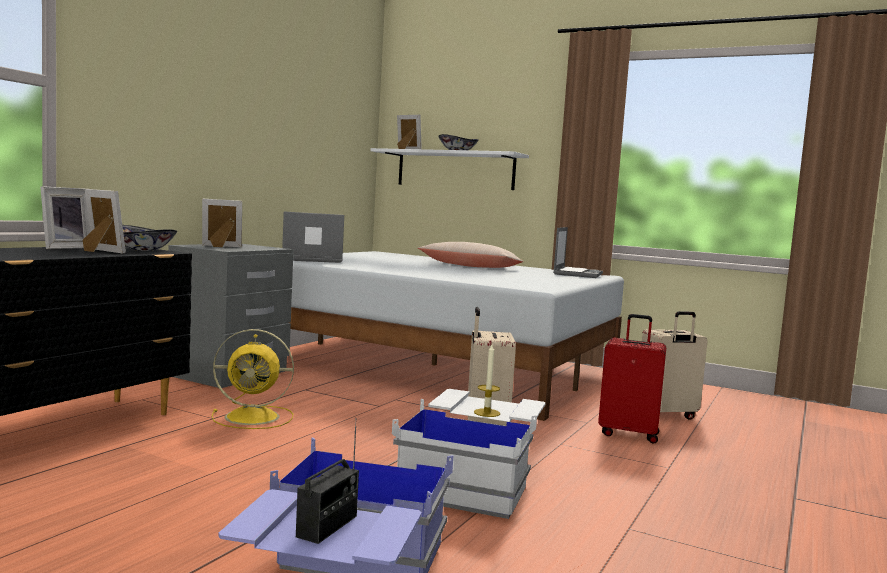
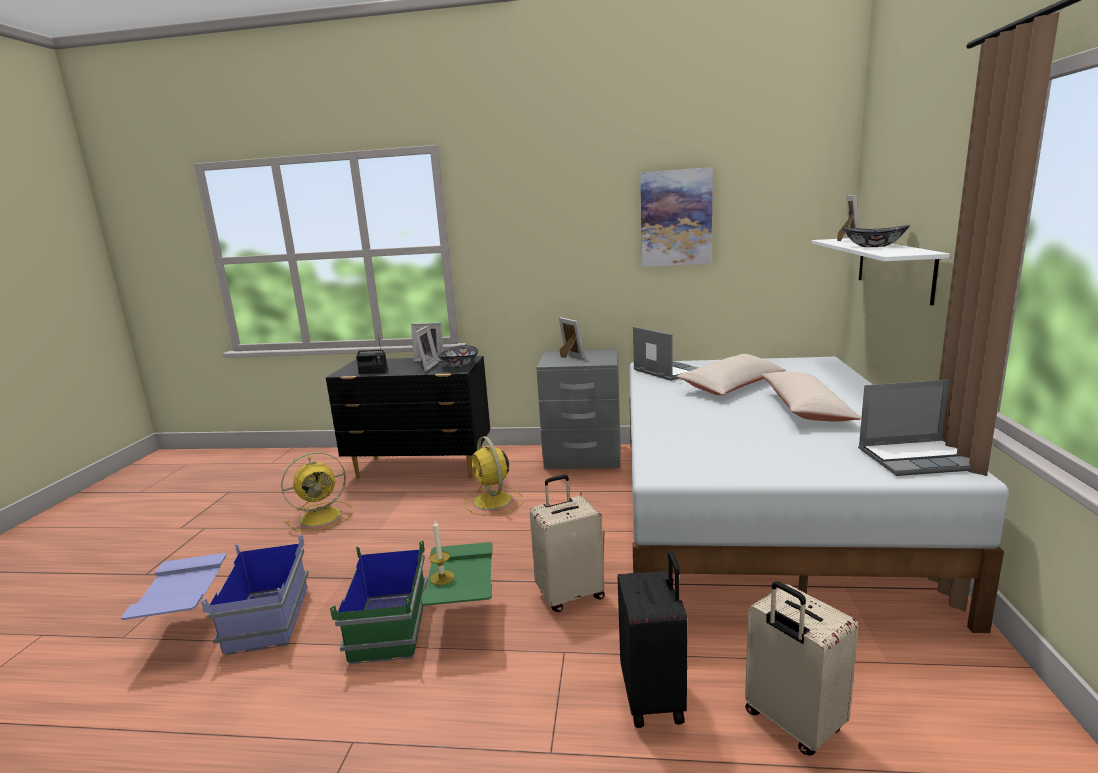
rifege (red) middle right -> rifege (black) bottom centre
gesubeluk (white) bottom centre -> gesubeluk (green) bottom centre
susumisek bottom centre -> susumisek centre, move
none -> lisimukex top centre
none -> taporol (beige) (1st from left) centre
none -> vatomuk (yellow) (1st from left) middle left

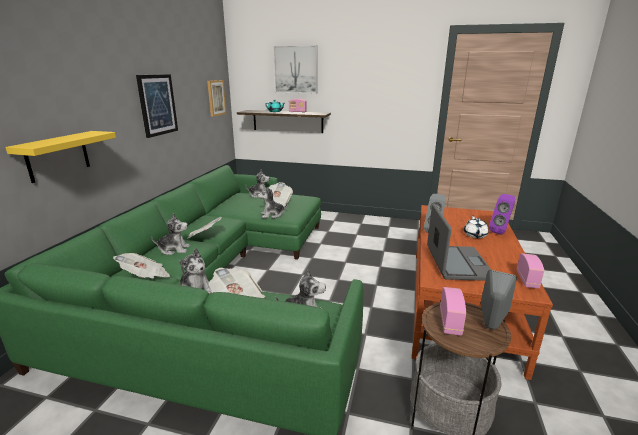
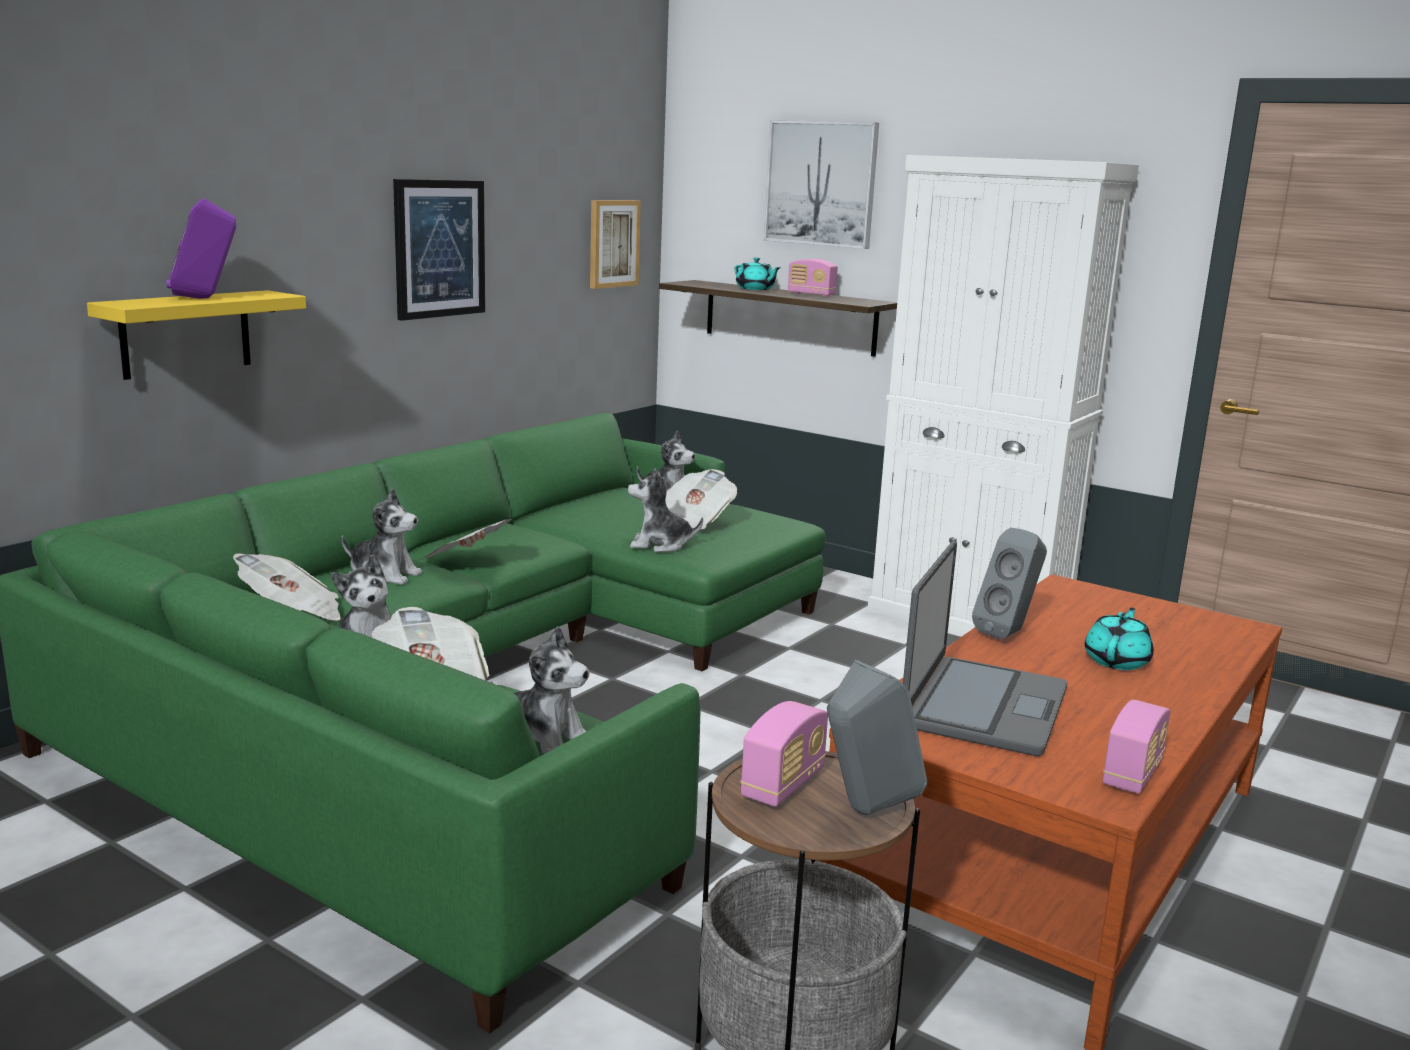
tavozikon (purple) middle right -> tavozikon (purple) top left, move
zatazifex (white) middle right -> zatazifex (turquoise) (2nd from left) middle right
none -> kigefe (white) middle right

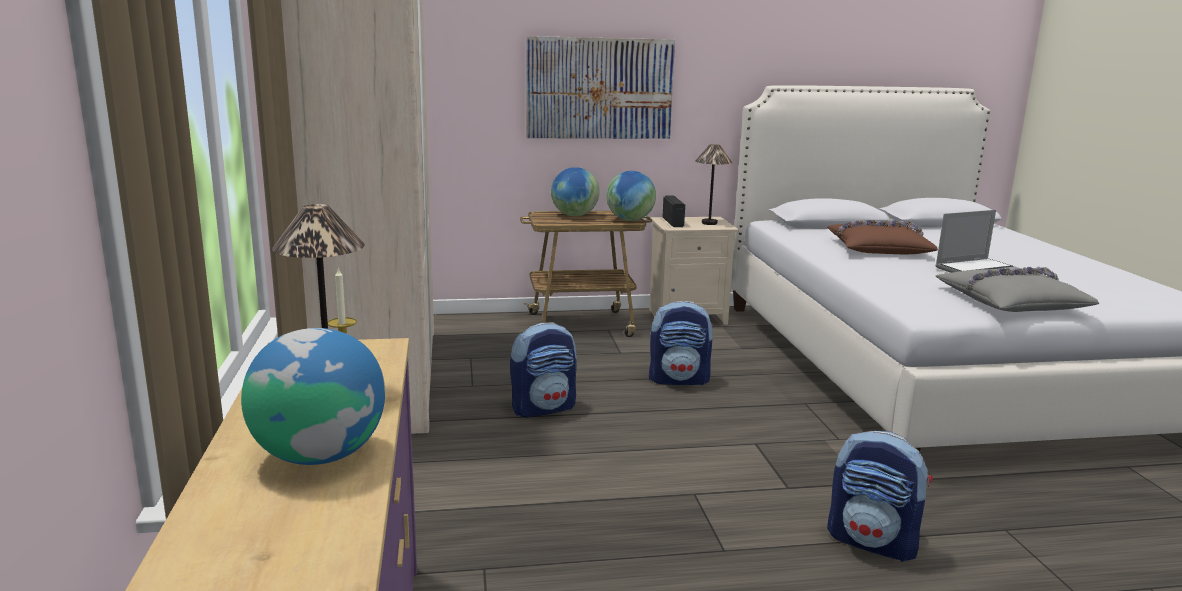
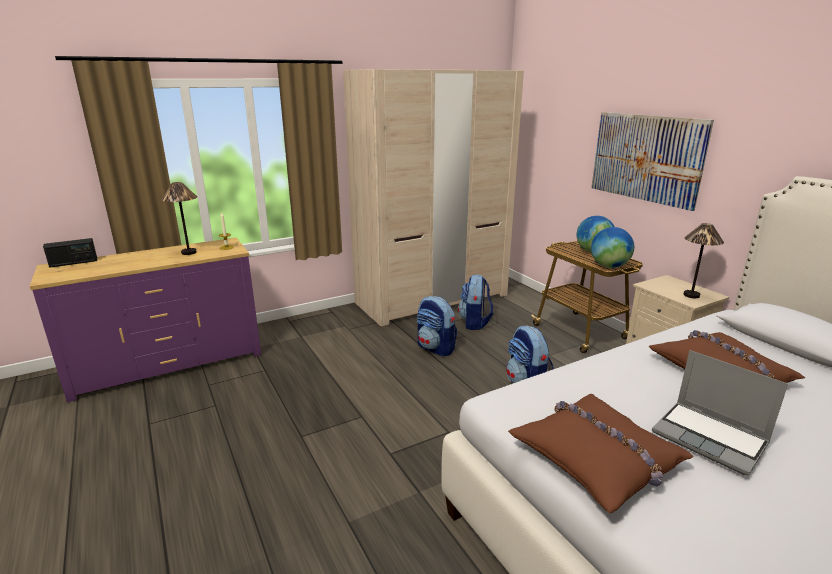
susumisek centre -> susumisek middle left, move
taporol (grey) middle right -> taporol (brown) (1st from left) bottom right
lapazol (1st from left) bottom left -> none
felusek (3rd from left in the first image) bottom right -> felusek (2nd from left) centre, move

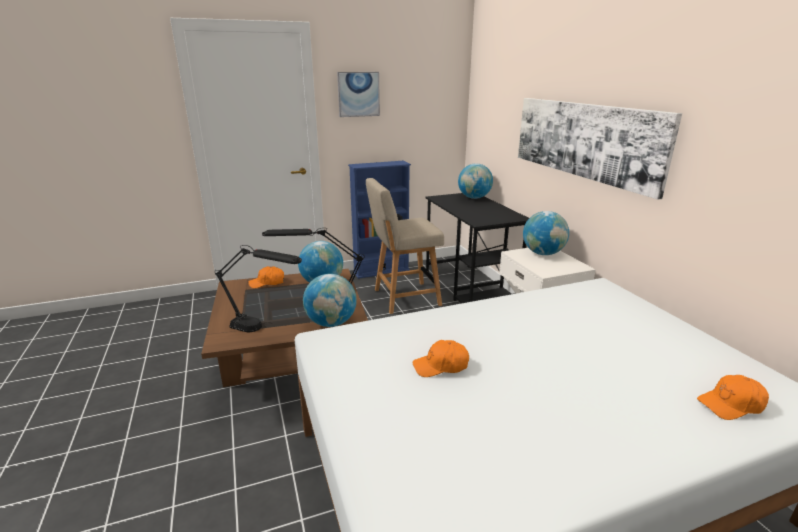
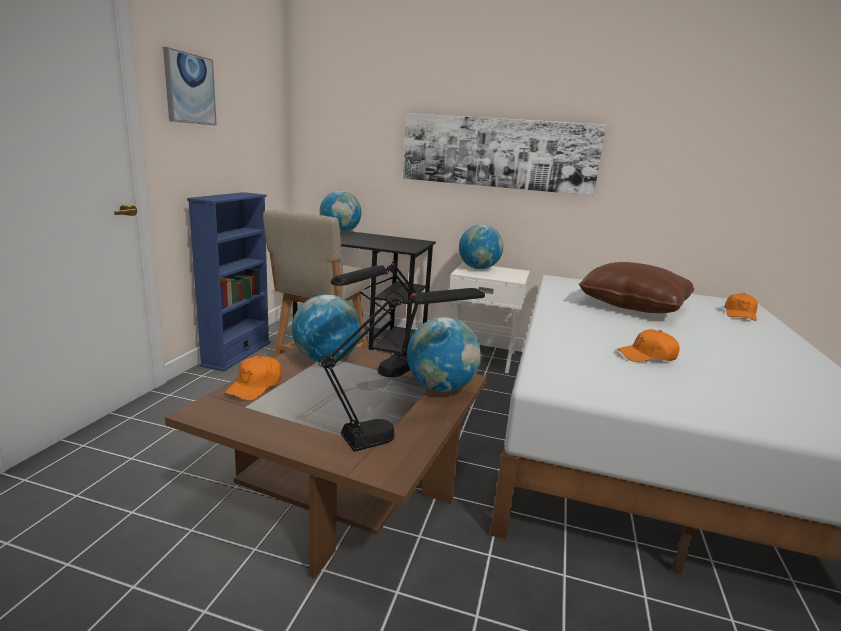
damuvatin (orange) (2nd from left) bottom centre -> damuvatin (orange) (2nd from left) middle right, 60 degrees clockwise
none -> taporol (brown) middle right

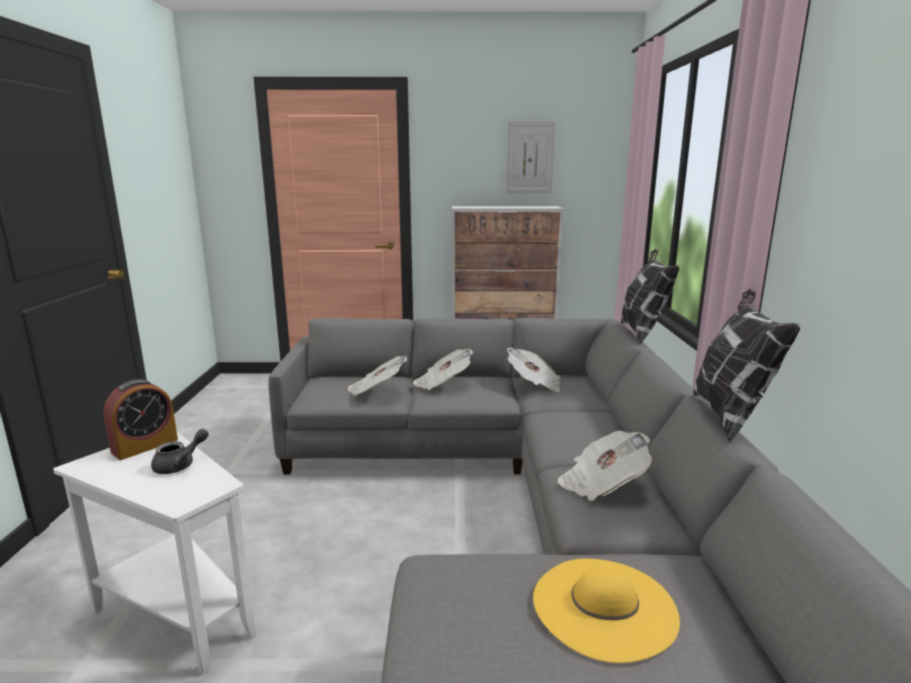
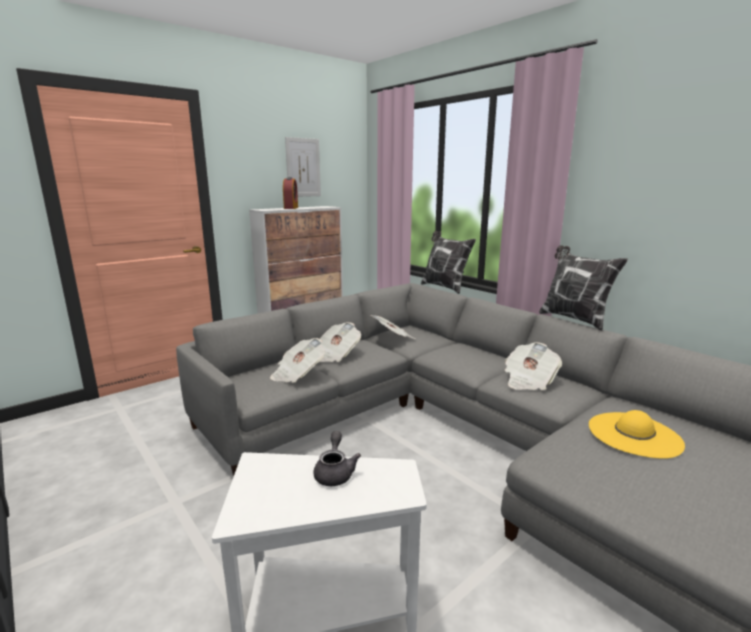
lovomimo middle left -> lovomimo top centre, move

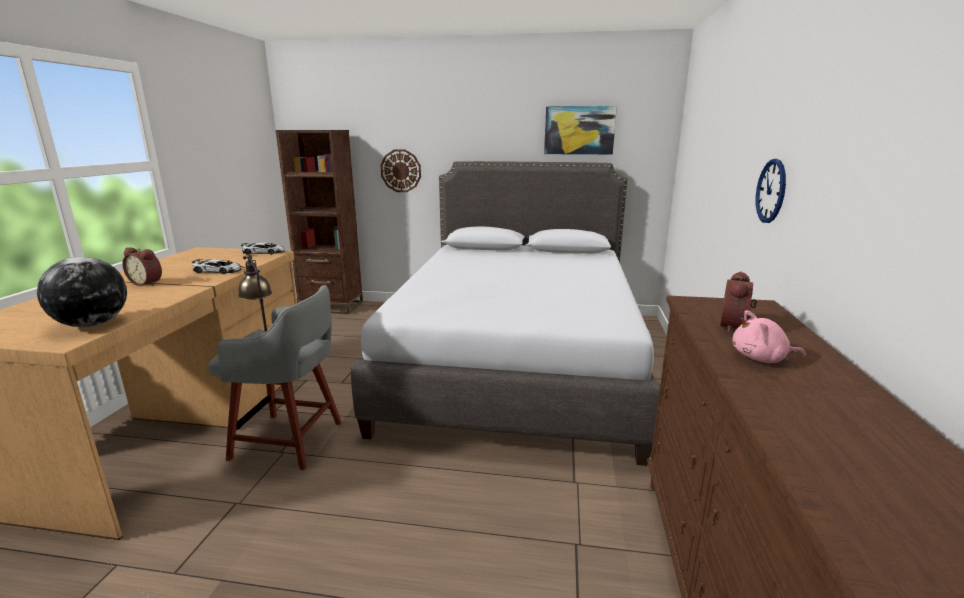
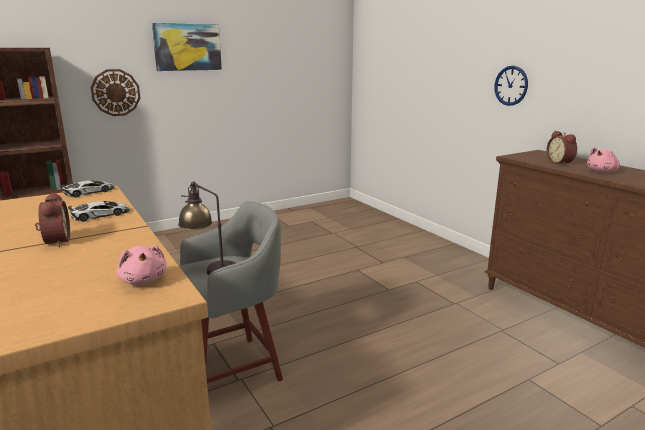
lisimukex top centre -> lisimukex top left, move
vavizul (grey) centre -> none
lovomimo (1st from left) middle left, 90 degrees counterclockwise
lapazol middle left -> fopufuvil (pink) (1st from left) middle left

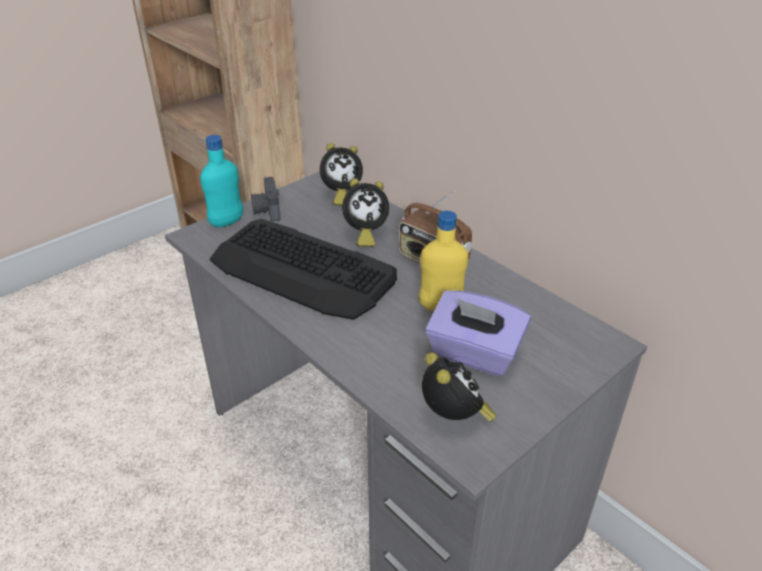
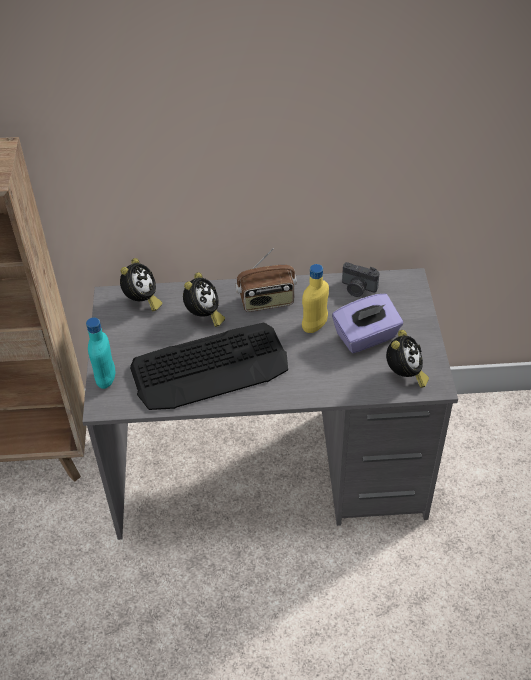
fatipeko centre -> fatipeko middle right, move
lovomimo (3rd from left) bottom centre -> lovomimo (3rd from left) middle right, 90 degrees clockwise

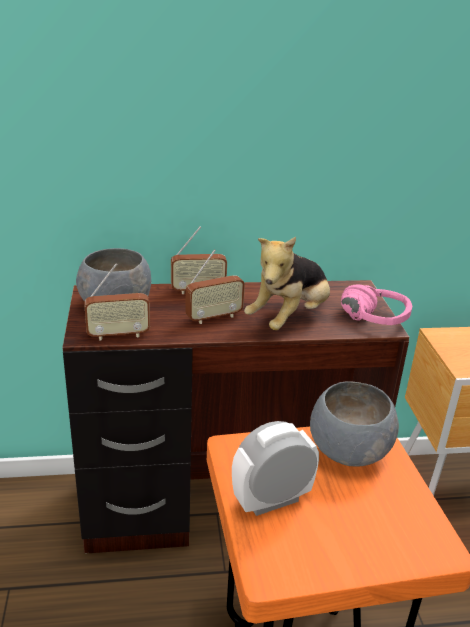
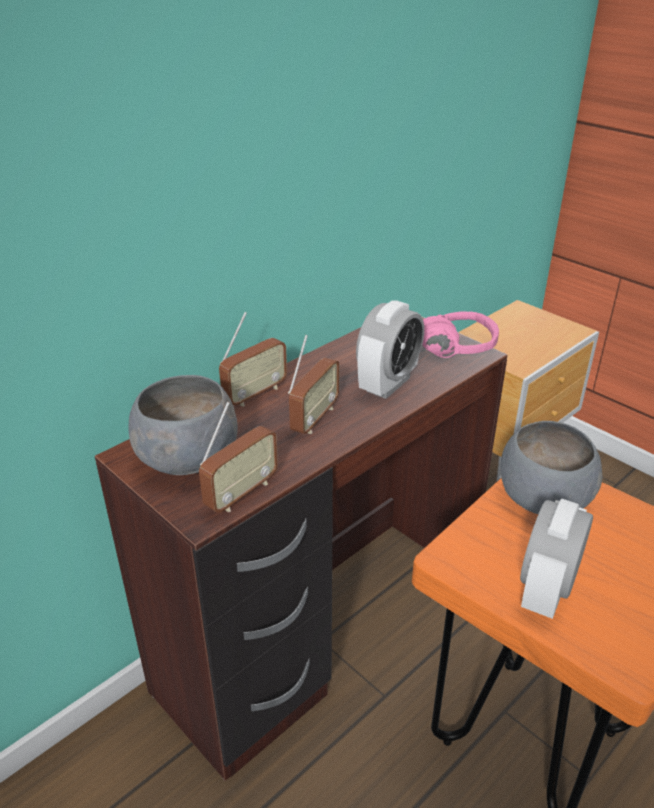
fopufuvil centre -> lovomimo (1st from left) centre

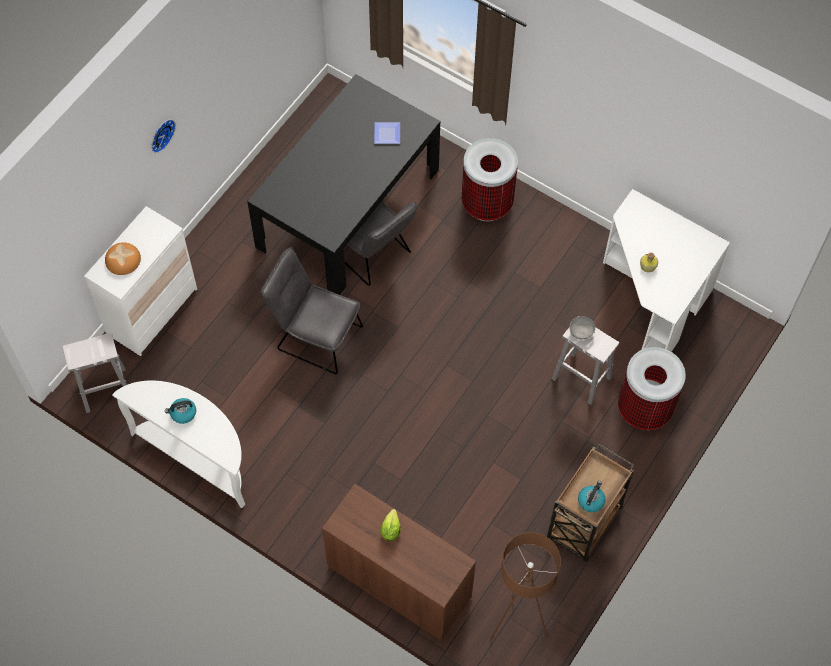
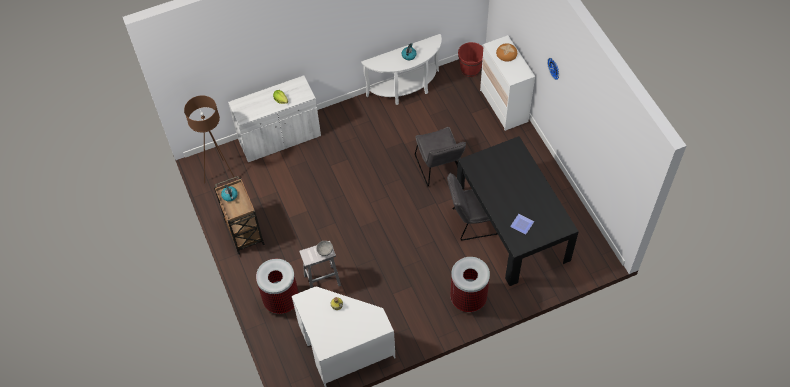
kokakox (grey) (1st from left) centre, 105 degrees clockwise
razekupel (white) (1st from left) middle left -> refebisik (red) top centre
kigefe (brown) bottom centre -> kigefe (white) top centre

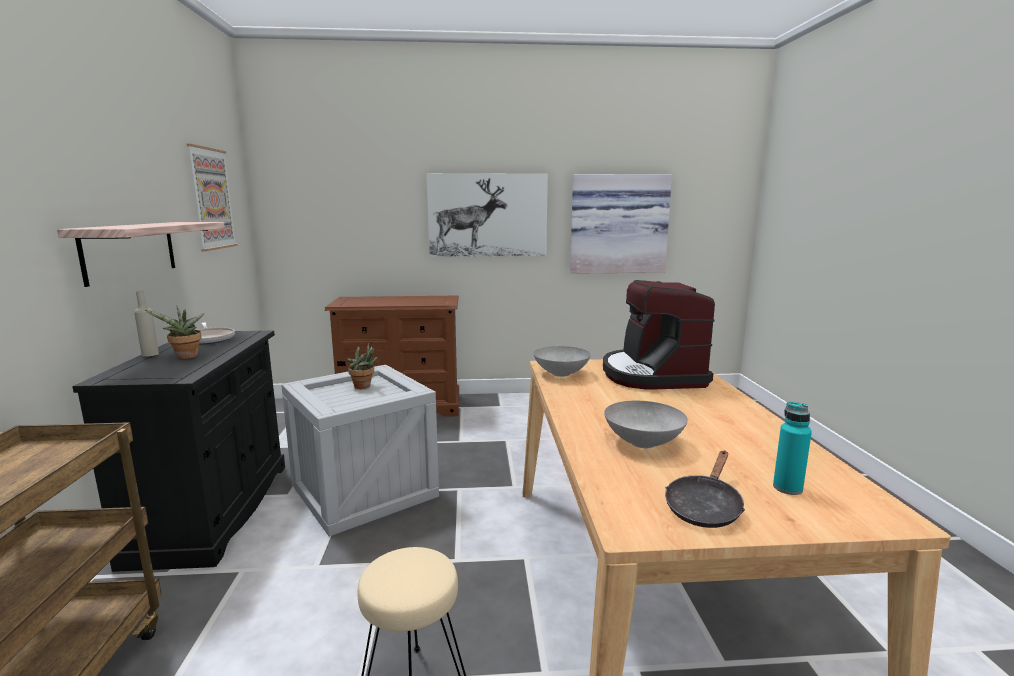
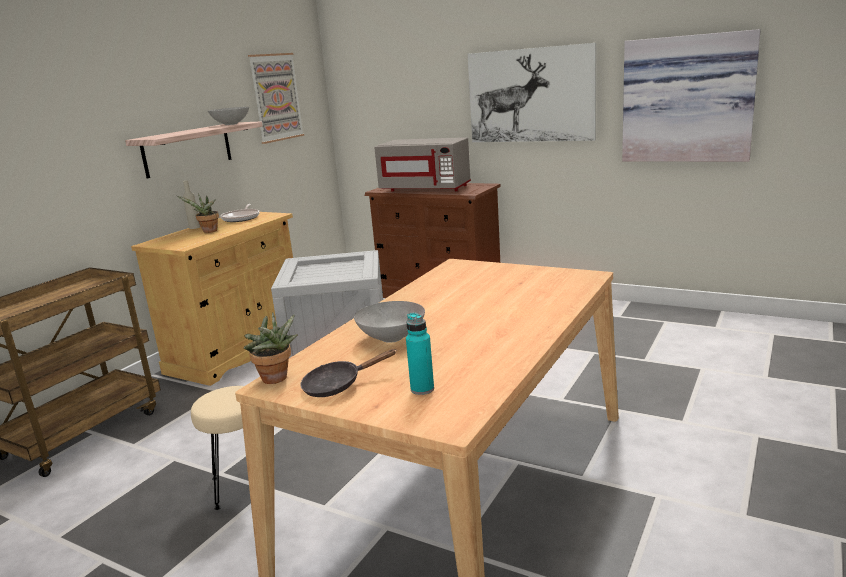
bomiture centre -> none
kigefe (black) bottom left -> kigefe (beige) middle left
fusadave (2nd from left) centre -> fusadave (2nd from left) middle left, move
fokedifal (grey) (1st from left) centre -> fokedifal (grey) (1st from left) top left, move
none -> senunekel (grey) top centre

